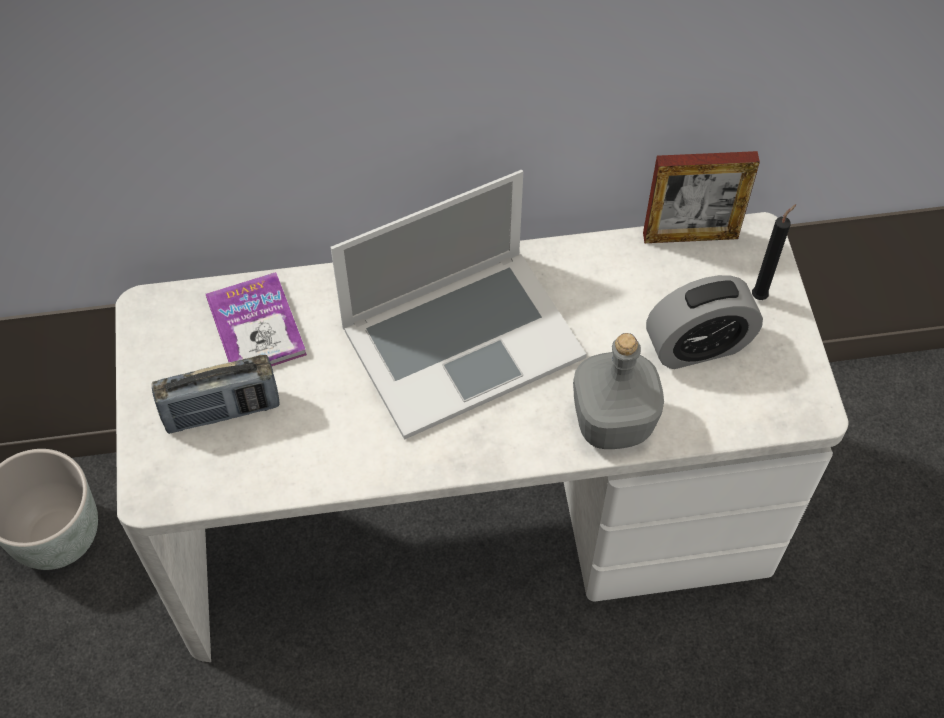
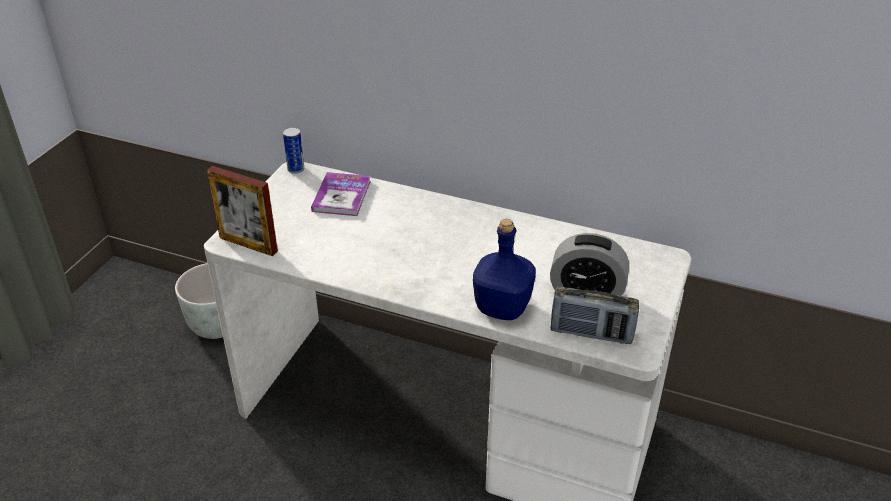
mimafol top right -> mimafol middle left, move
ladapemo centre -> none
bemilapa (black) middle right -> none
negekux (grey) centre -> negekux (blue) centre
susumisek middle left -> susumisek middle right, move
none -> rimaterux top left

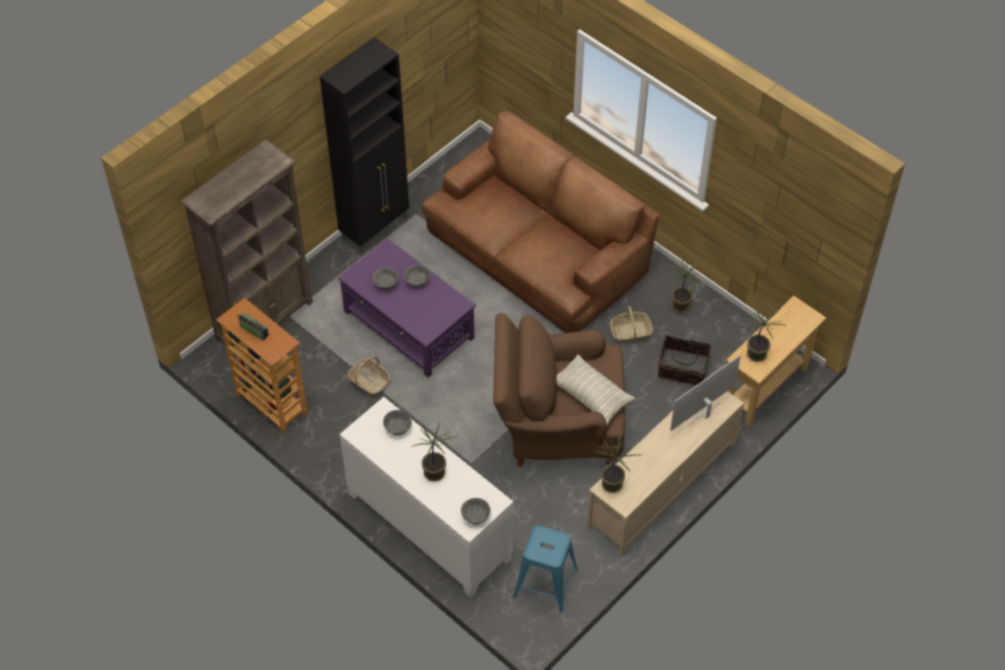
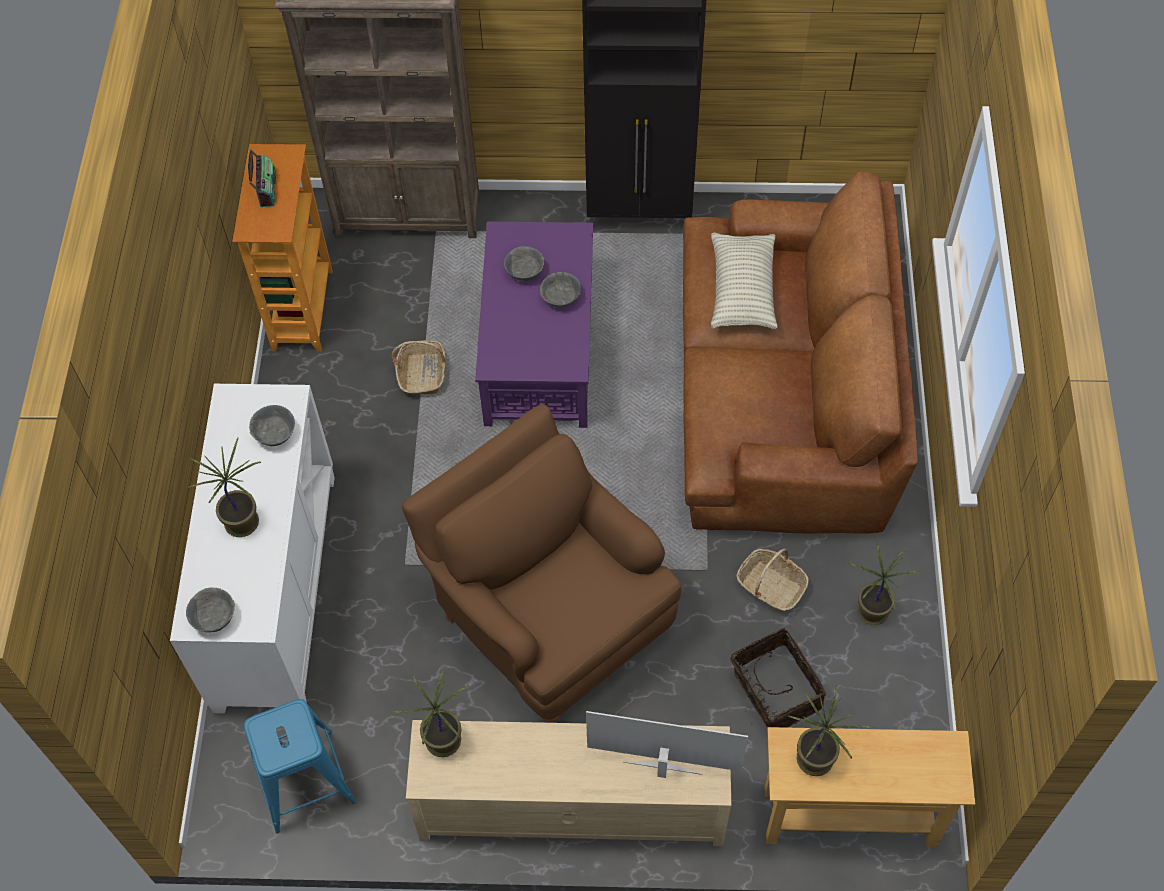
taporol centre -> taporol top centre, move

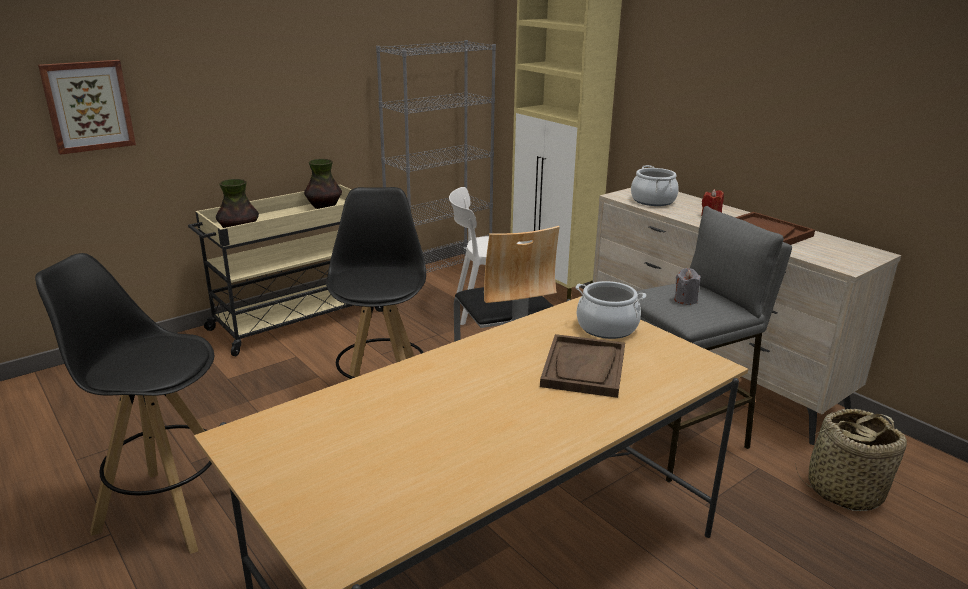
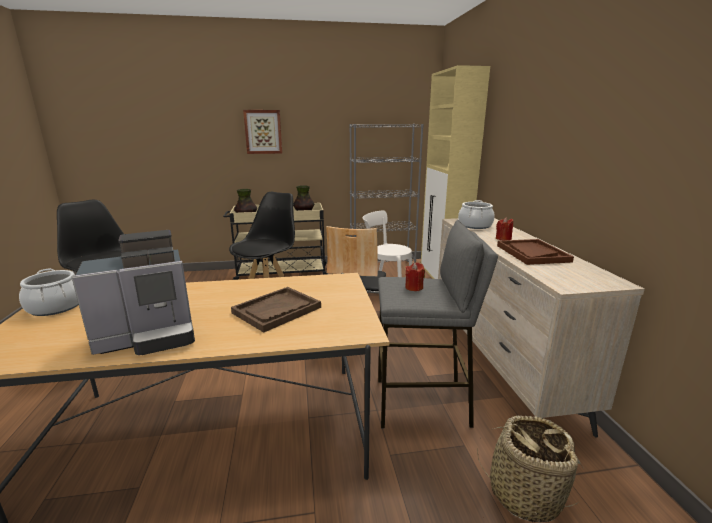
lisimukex top left -> lisimukex top centre, move
bemilapa (grey) middle right -> bemilapa (red) (1st from left) centre
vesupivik (1st from left) centre -> vesupivik (1st from left) middle left, move
none -> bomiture middle left

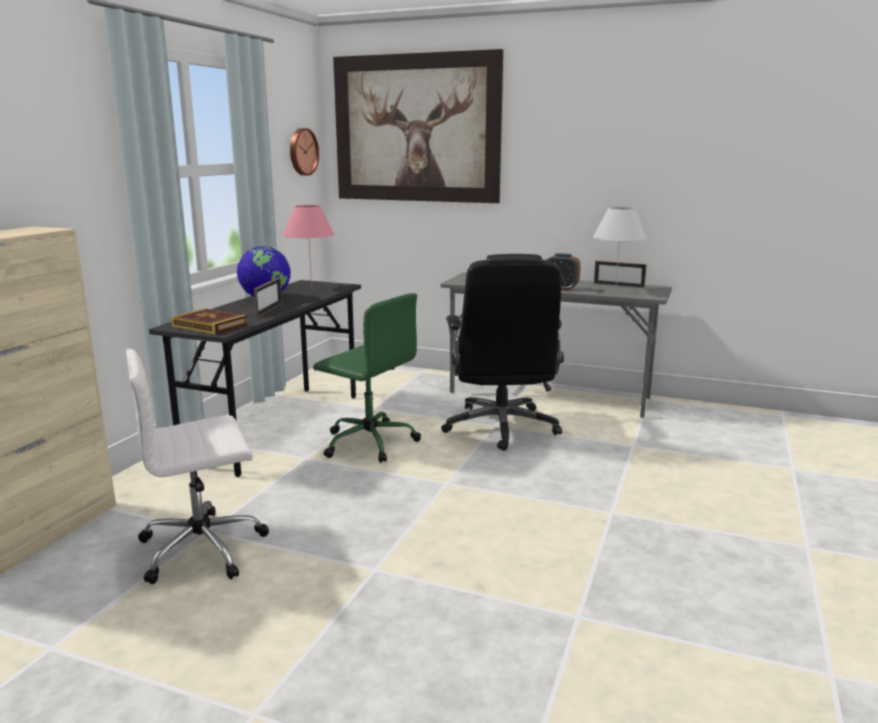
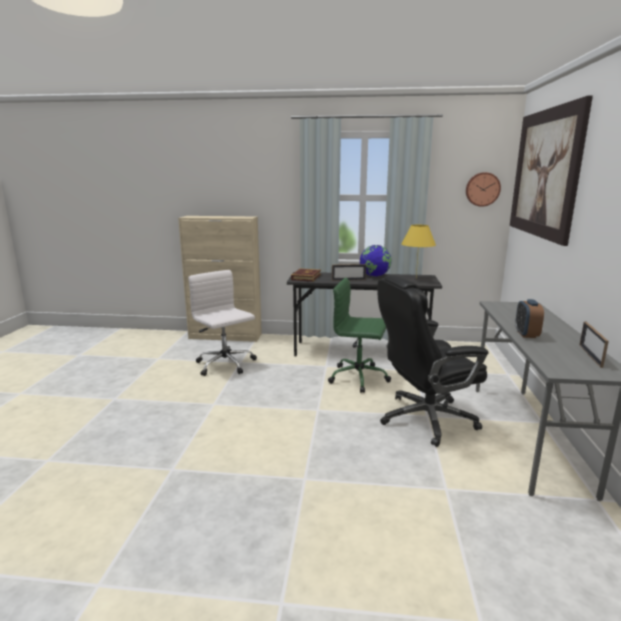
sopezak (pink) centre -> sopezak (yellow) middle right
sopezak (white) middle right -> none
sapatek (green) centre, 90 degrees clockwise

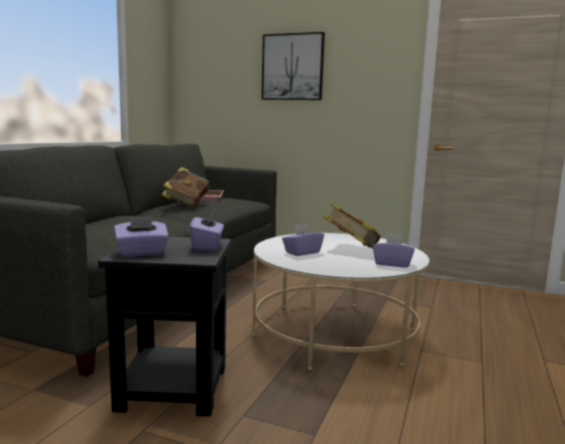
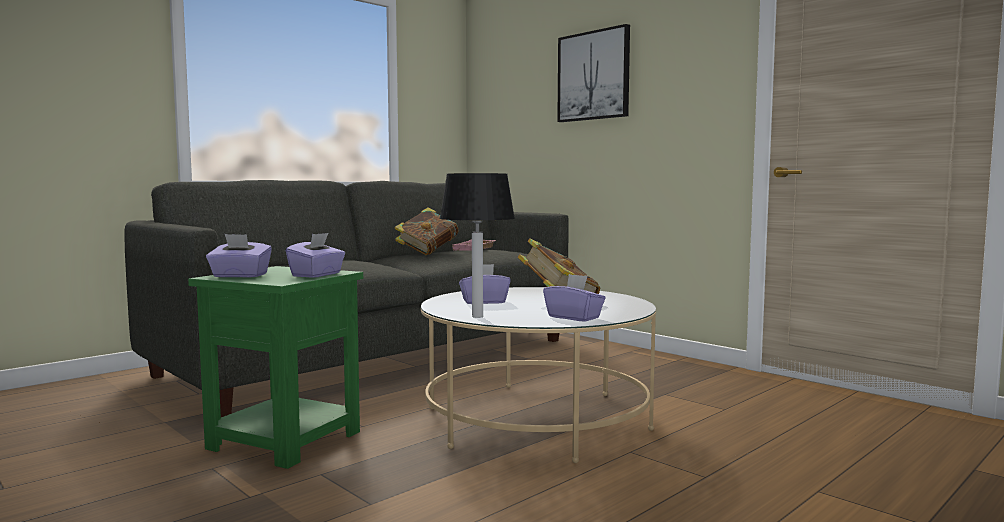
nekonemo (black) bottom left -> nekonemo (green) bottom left
none -> sopezak centre

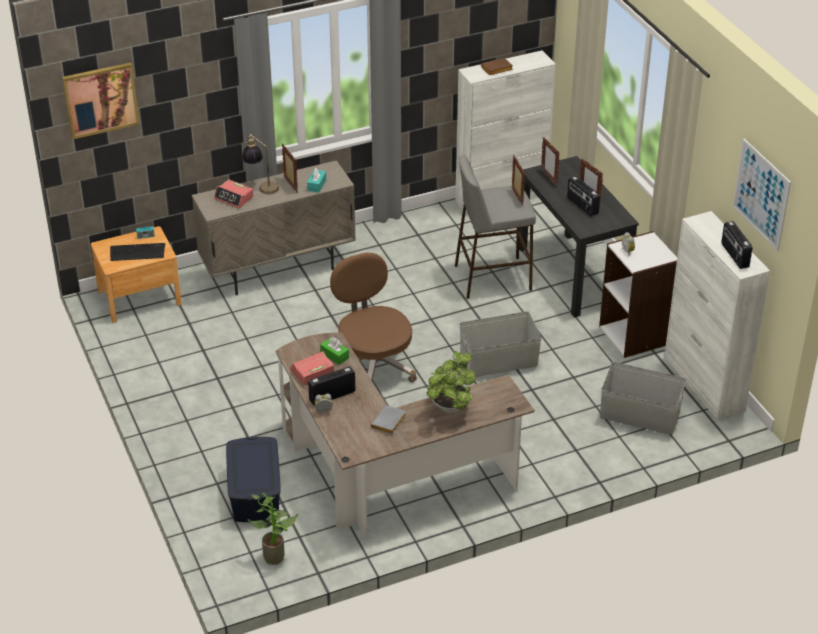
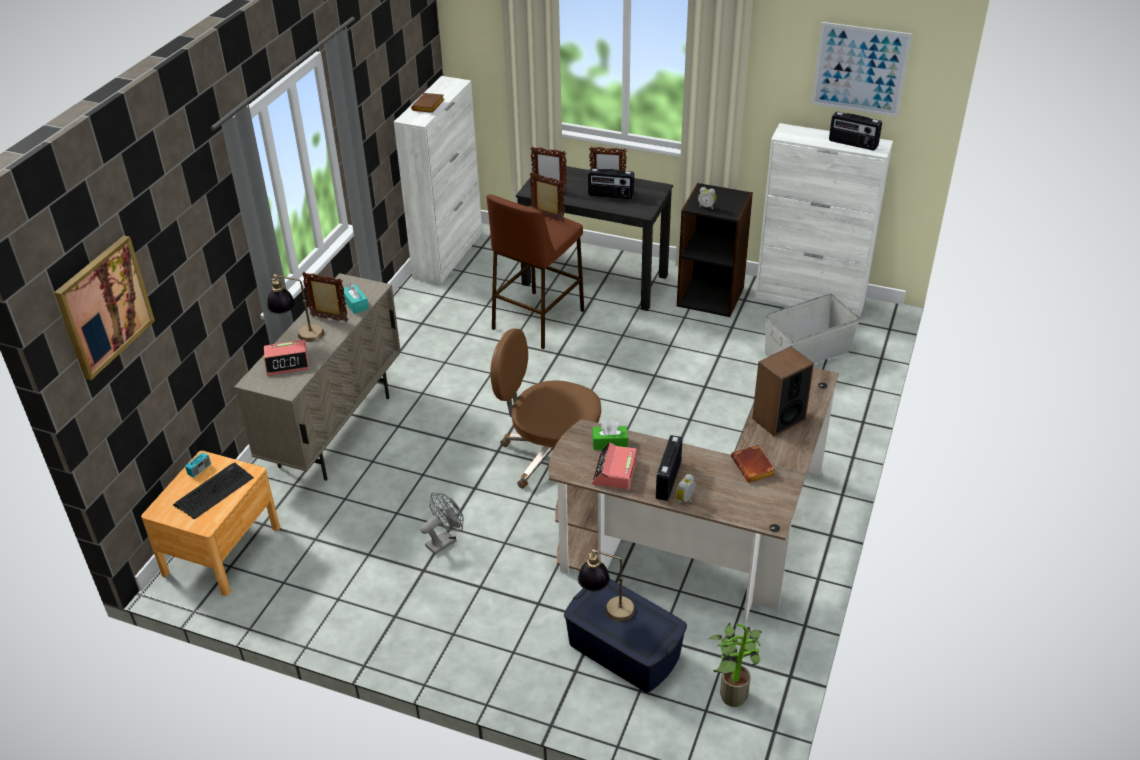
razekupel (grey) centre -> razekupel (brown) centre
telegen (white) middle right -> telegen (black) top centre
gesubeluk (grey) (1st from left) centre -> none
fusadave (2nd from left) centre -> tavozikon middle right
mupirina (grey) centre -> mupirina (brown) (2nd from left) centre
none -> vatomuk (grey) bottom centre
none -> sopezak (2nd from left) bottom centre

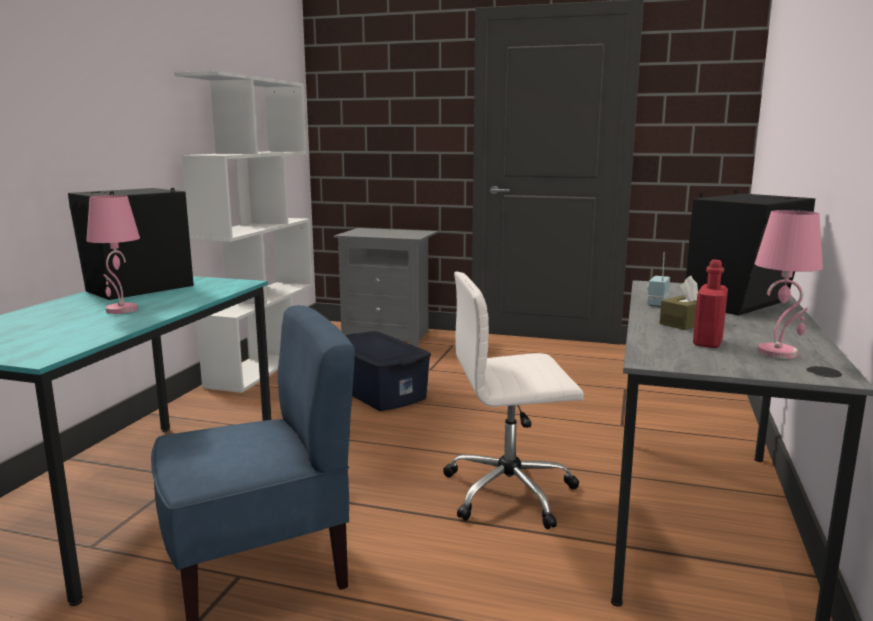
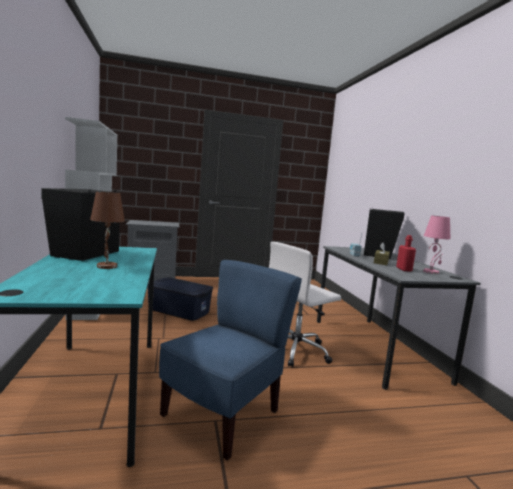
sopezak (pink) (1st from left) middle left -> sopezak (brown) middle left

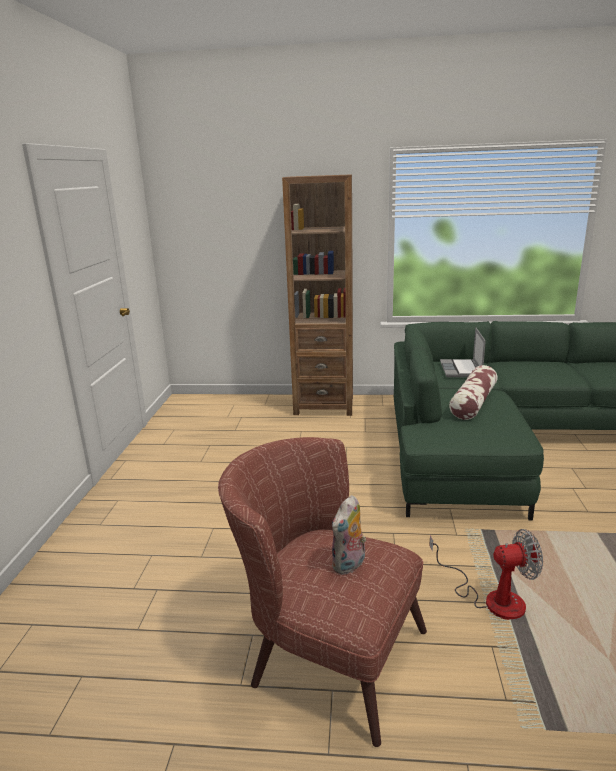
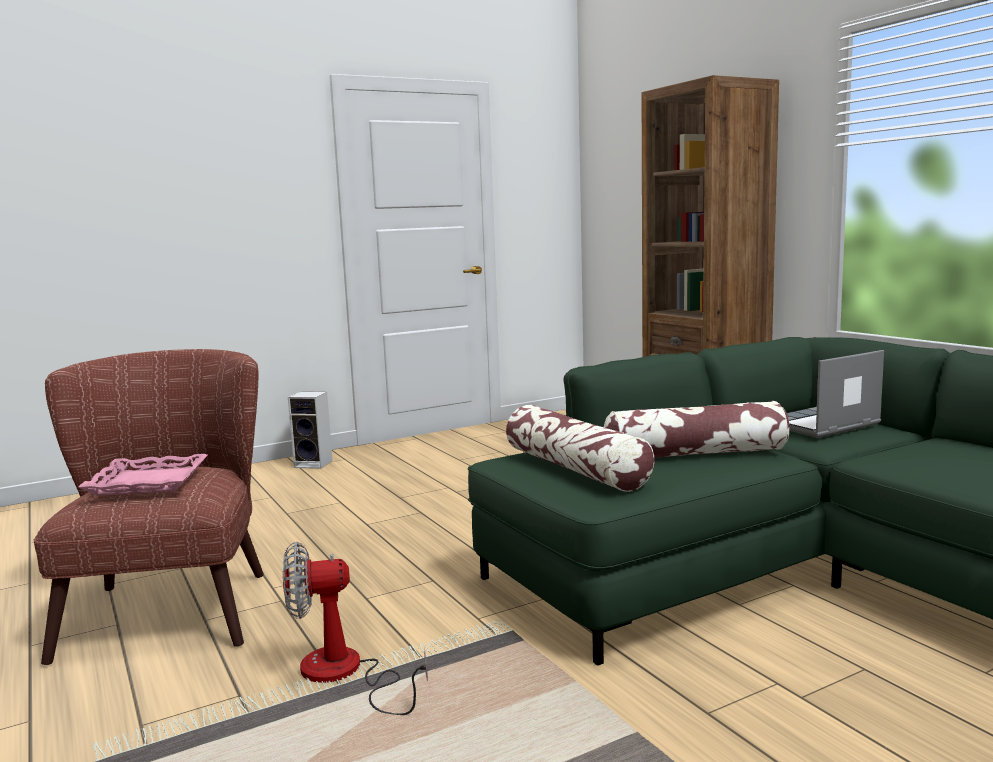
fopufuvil bottom centre -> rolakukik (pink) middle left
vatomuk bottom right -> vatomuk bottom centre, 120 degrees clockwise
none -> tavozikon middle left
none -> taporol (1st from left) centre

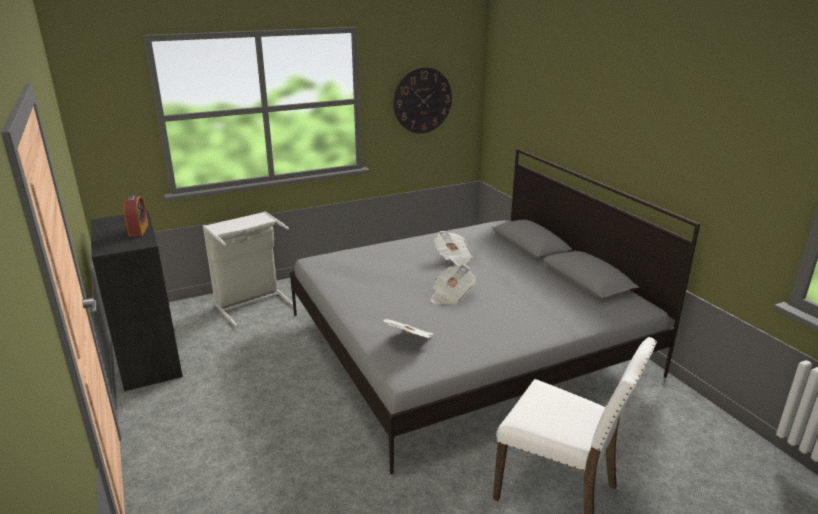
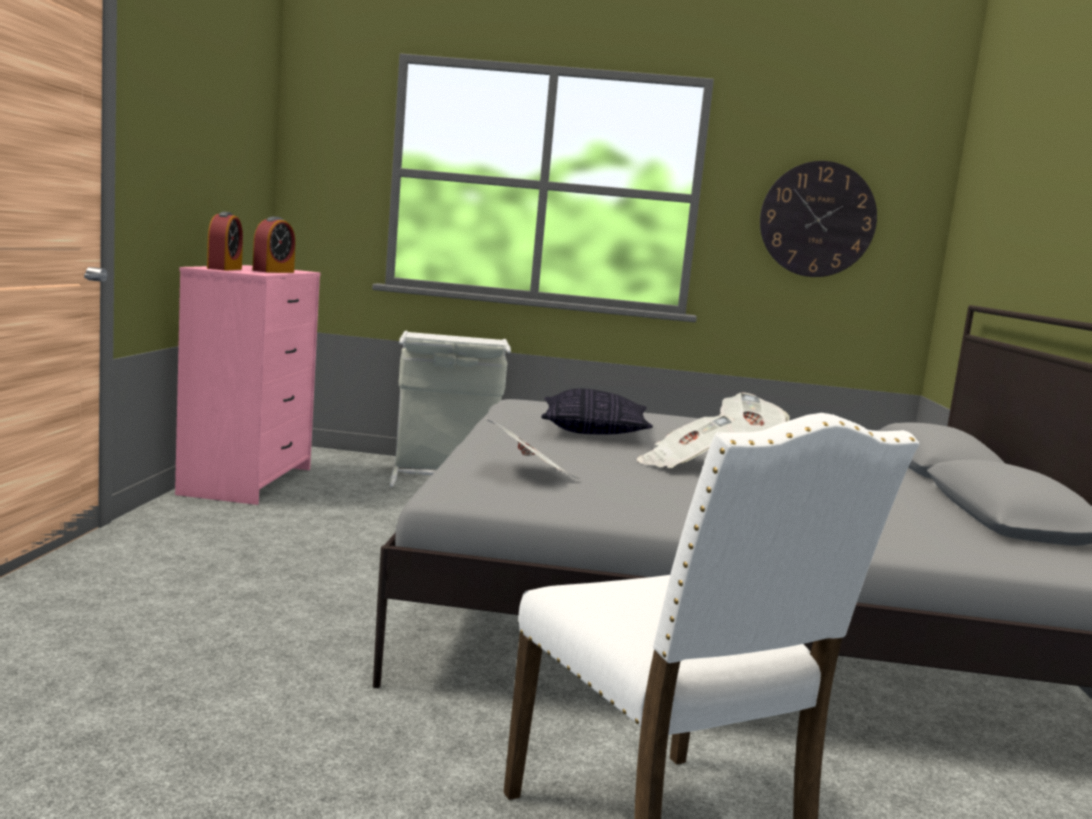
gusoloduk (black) middle left -> gusoloduk (pink) middle left
none -> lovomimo (1st from left) top left
none -> taporol centre

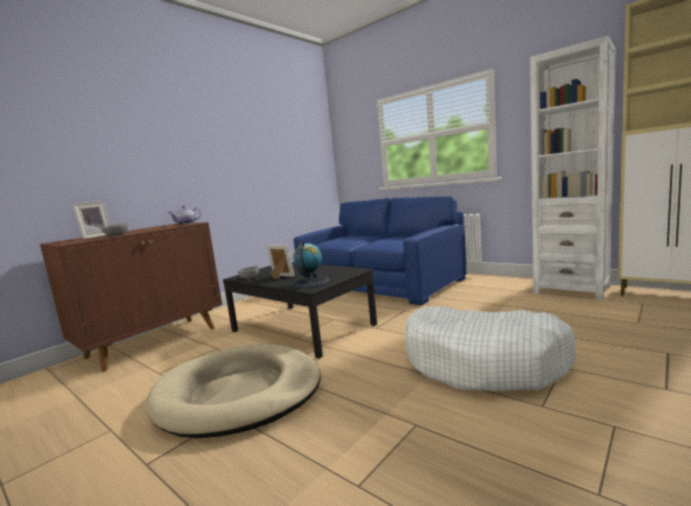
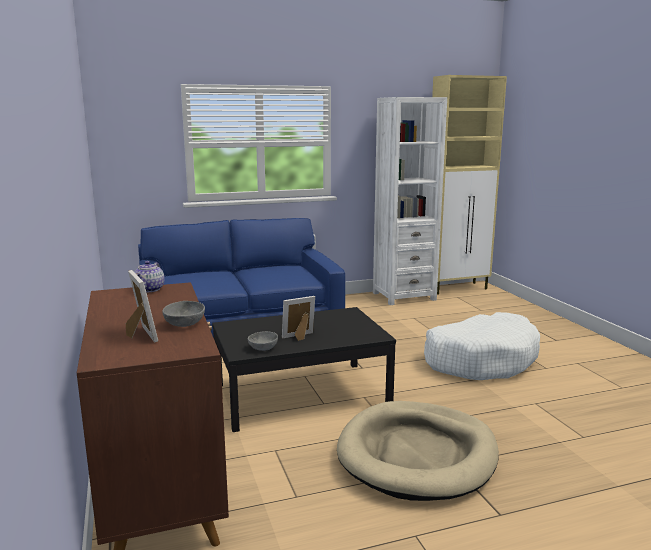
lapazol centre -> none

